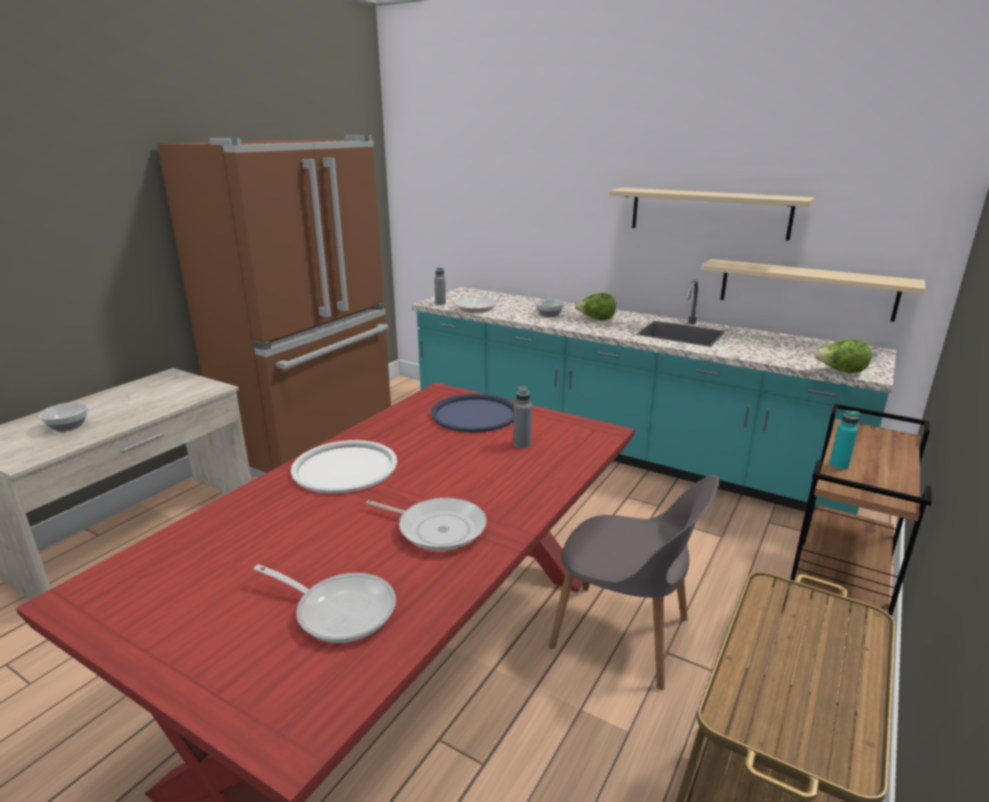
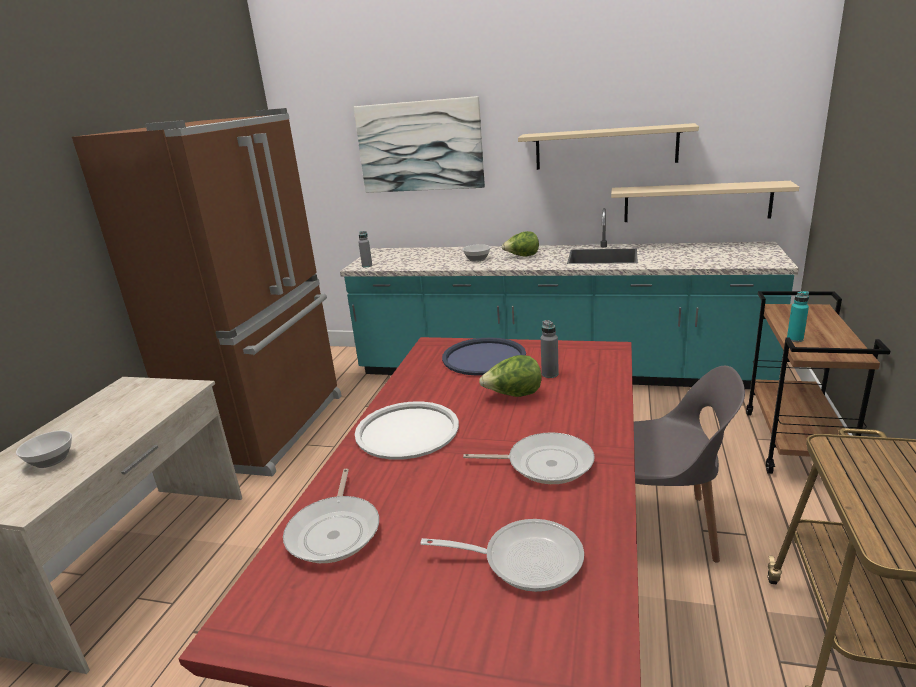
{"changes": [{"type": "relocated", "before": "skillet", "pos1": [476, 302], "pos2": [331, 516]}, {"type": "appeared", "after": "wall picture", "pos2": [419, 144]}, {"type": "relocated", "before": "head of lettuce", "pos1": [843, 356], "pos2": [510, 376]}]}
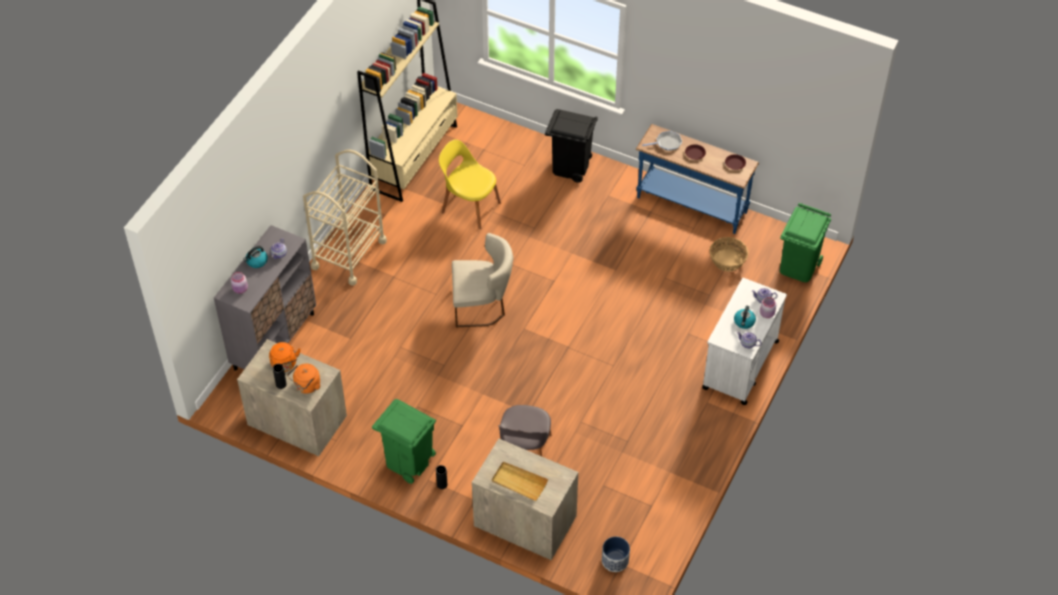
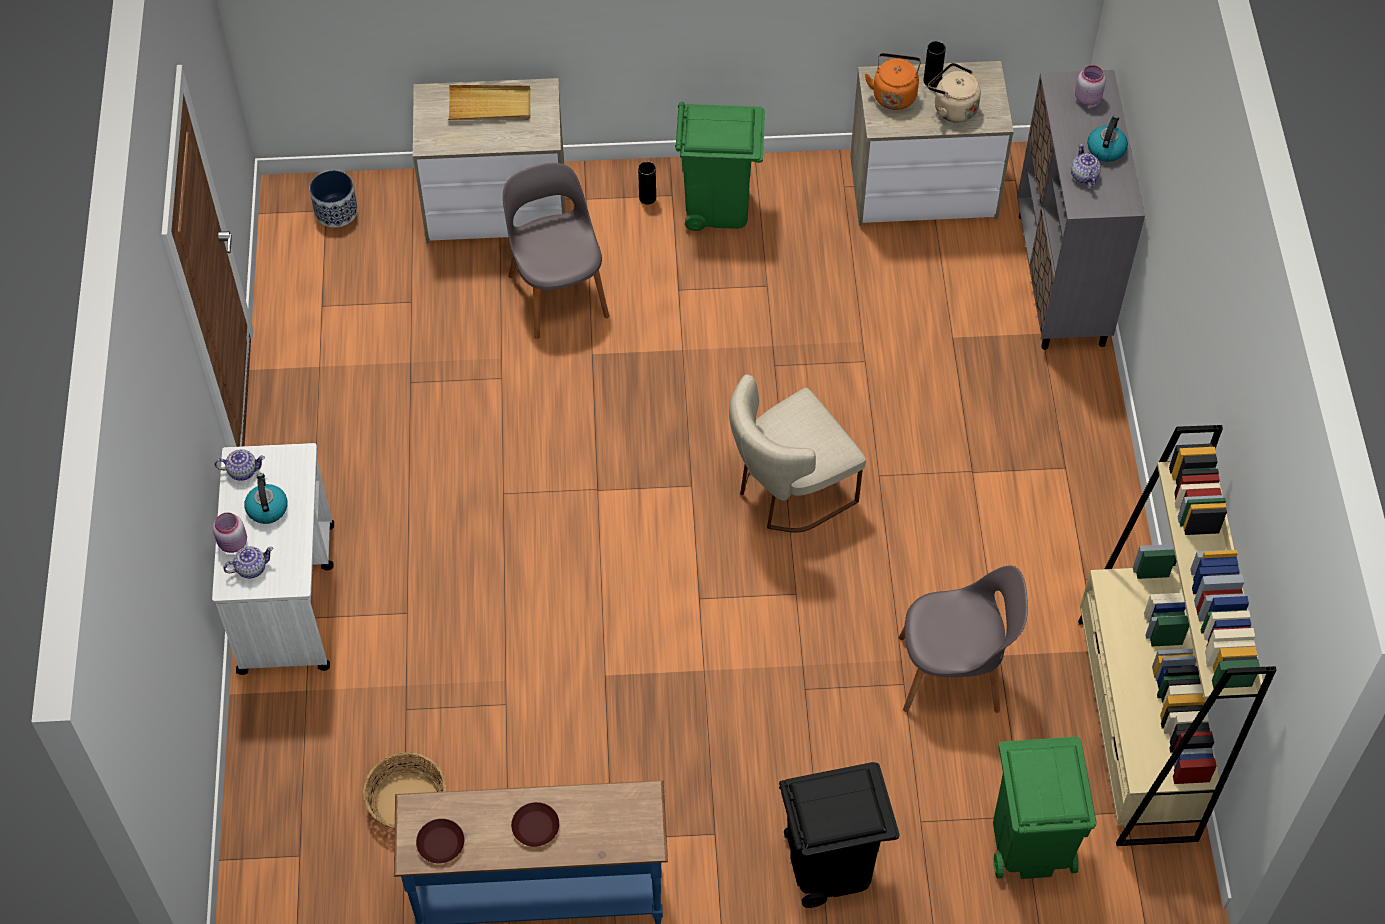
{"changes": [{"type": "colour", "before": "plain chair (yellow)", "after": "plain chair (gray)", "pos1": [470, 184], "pos2": [963, 639]}, {"type": "colour", "before": "tea kettle (orange)", "after": "tea kettle (beige)", "pos1": [284, 357], "pos2": [954, 92]}, {"type": "relocated", "before": "trash can (green-coloured)", "pos1": [805, 242], "pos2": [1044, 808]}, {"type": "missing", "before": "wheeled cart (beige)", "pos1": [345, 218]}, {"type": "missing", "before": "skillet", "pos1": [662, 141]}]}
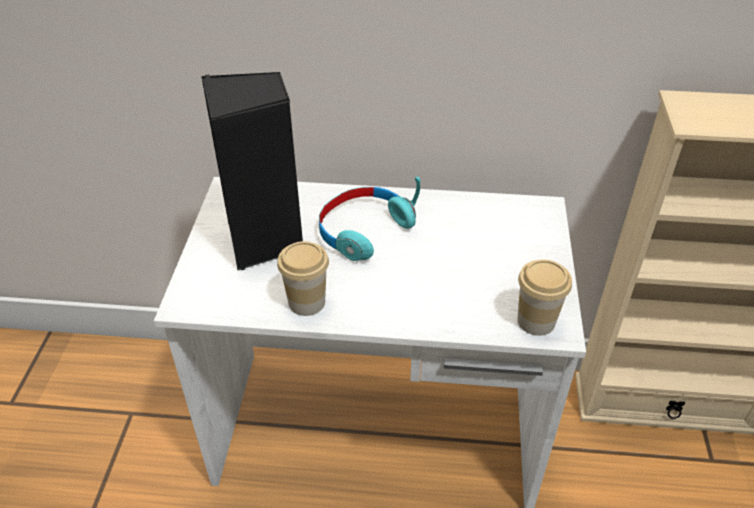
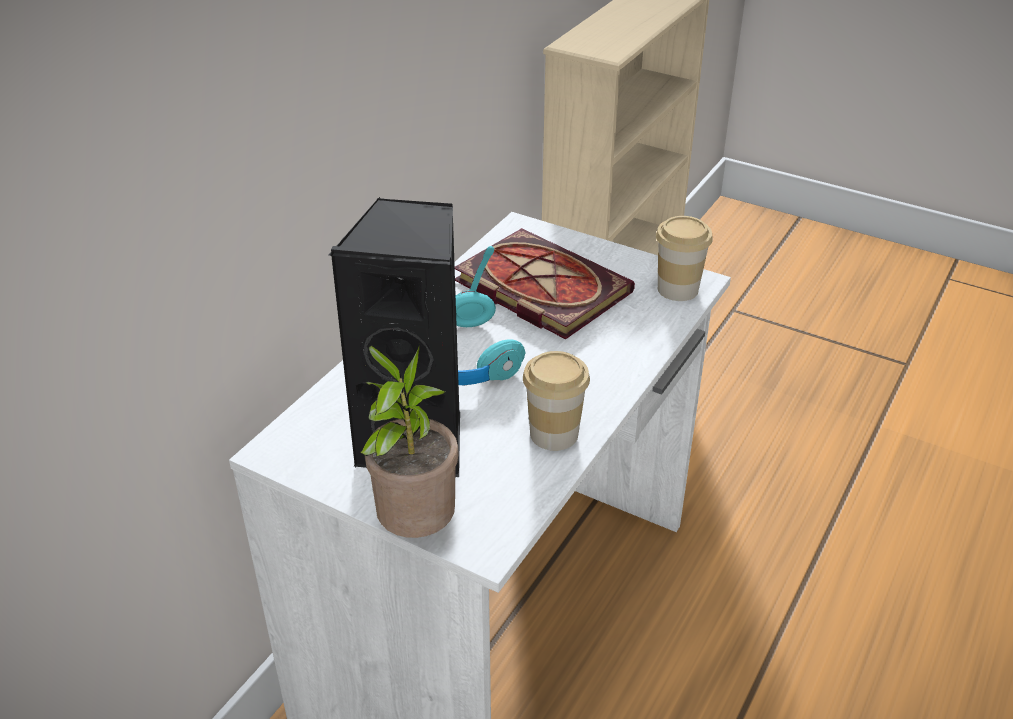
{"changes": [{"type": "appeared", "after": "plant in a pot", "pos2": [409, 441]}, {"type": "appeared", "after": "bound book", "pos2": [545, 283]}]}
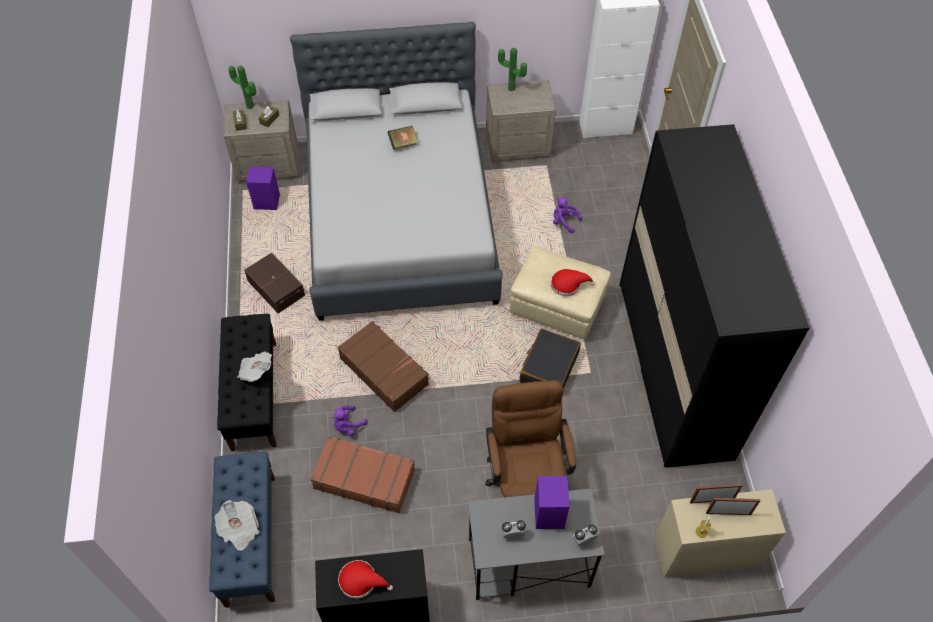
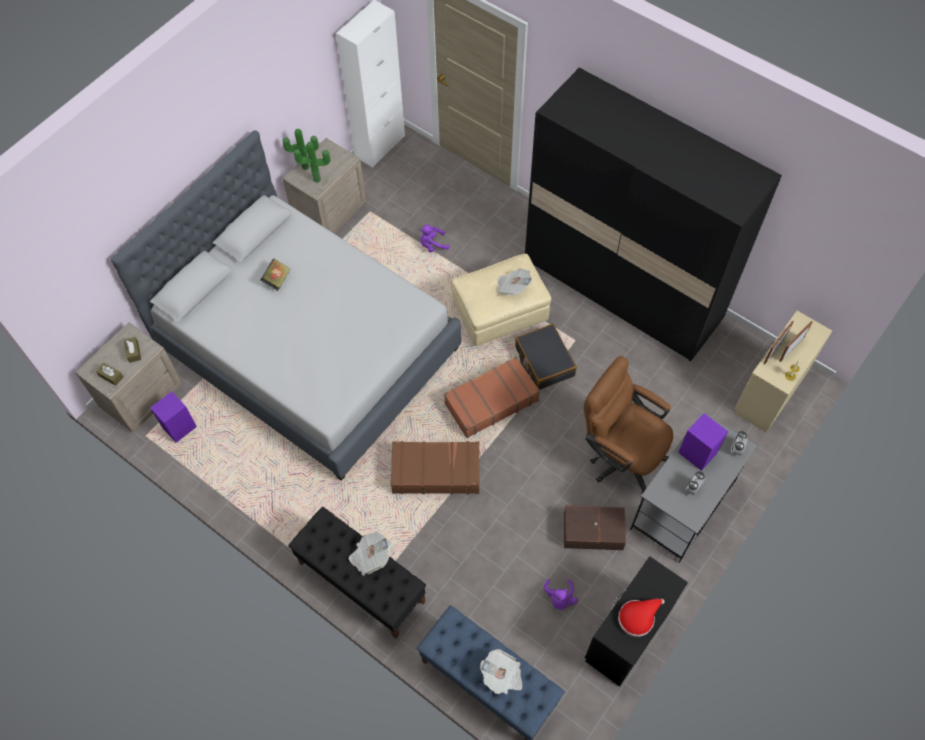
{"changes": [{"type": "relocated", "before": "plant in a pot", "pos1": [242, 87], "pos2": [312, 162]}, {"type": "relocated", "before": "travel case (brown-coloured)", "pos1": [362, 474], "pos2": [492, 397]}, {"type": "exchanged", "before": "clothing hat (reddish)", "after": "daily paper", "pos1": [573, 282], "pos2": [514, 282]}, {"type": "relocated", "before": "soft toy (purple-coloured)", "pos1": [350, 421], "pos2": [561, 594]}, {"type": "relocated", "before": "storage container (brown-coloured)", "pos1": [274, 283], "pos2": [595, 527]}]}
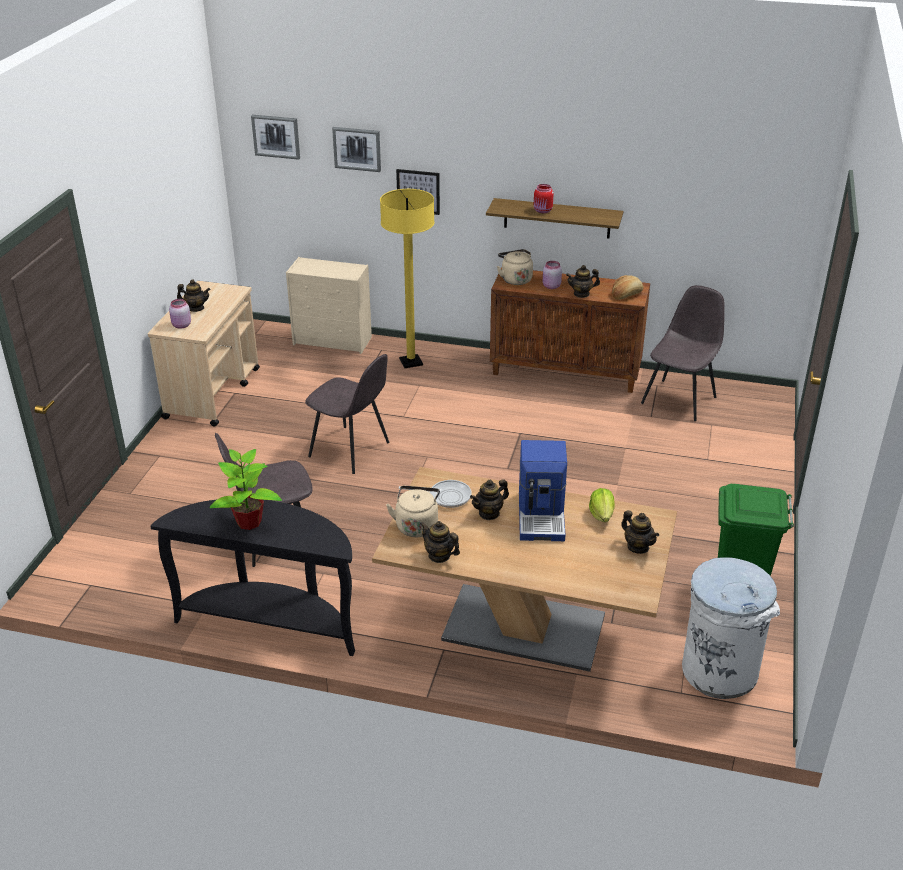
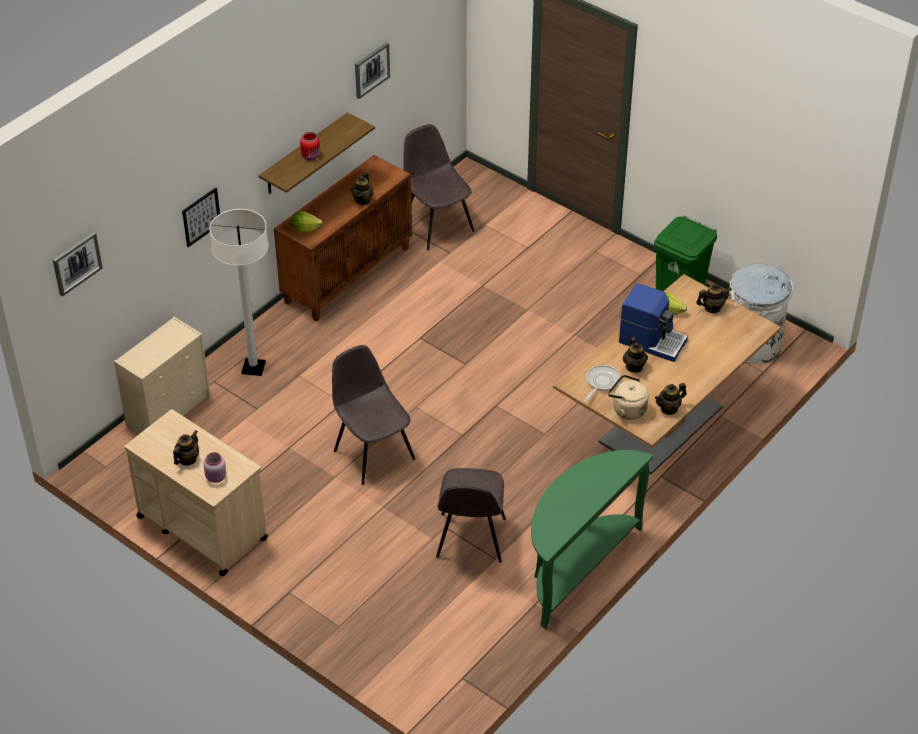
{"changes": [{"type": "colour", "before": "standing lamp (yellow)", "after": "standing lamp (white-coloured)", "pos1": [407, 278], "pos2": [238, 292]}, {"type": "exchanged", "before": "tea kettle (beige)", "after": "head of lettuce", "pos1": [515, 267], "pos2": [307, 222]}, {"type": "spun", "before": "plain chair (gray)", "pos1": [347, 414], "pos2": [373, 415], "turn": -90}, {"type": "relocated", "before": "wall picture", "pos1": [356, 149], "pos2": [372, 70]}, {"type": "colour", "before": "hall table (black)", "after": "hall table (green-coloured)", "pos1": [252, 578], "pos2": [592, 539]}, {"type": "missing", "before": "plant in a pot", "pos1": [246, 489]}, {"type": "missing", "before": "preserve jar (pink)", "pos1": [552, 275]}, {"type": "missing", "before": "bread", "pos1": [628, 287]}]}
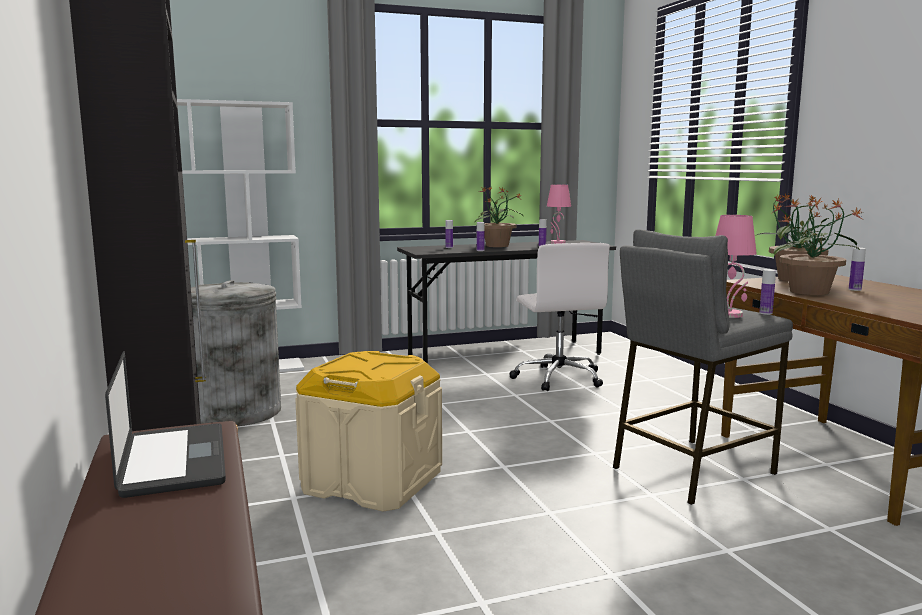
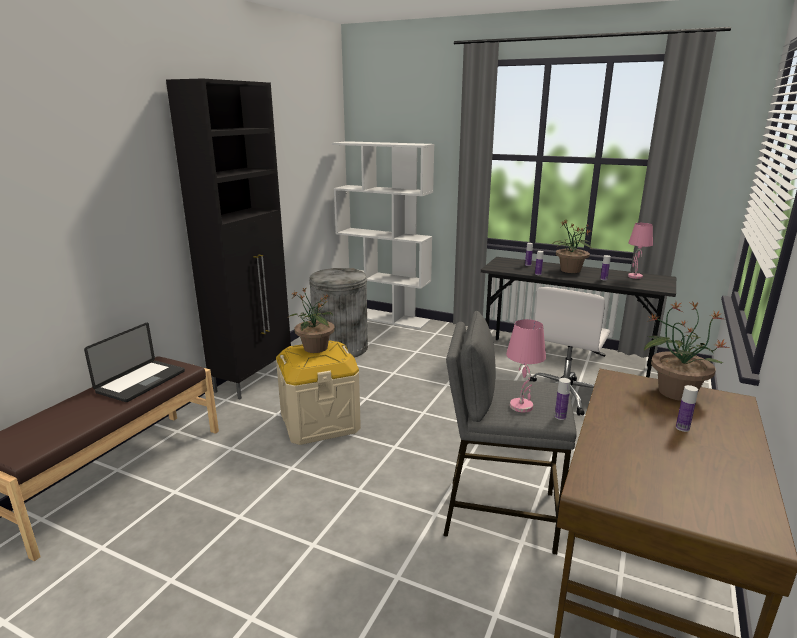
{"changes": [{"type": "relocated", "before": "plant in a pot", "pos1": [818, 246], "pos2": [311, 320]}]}
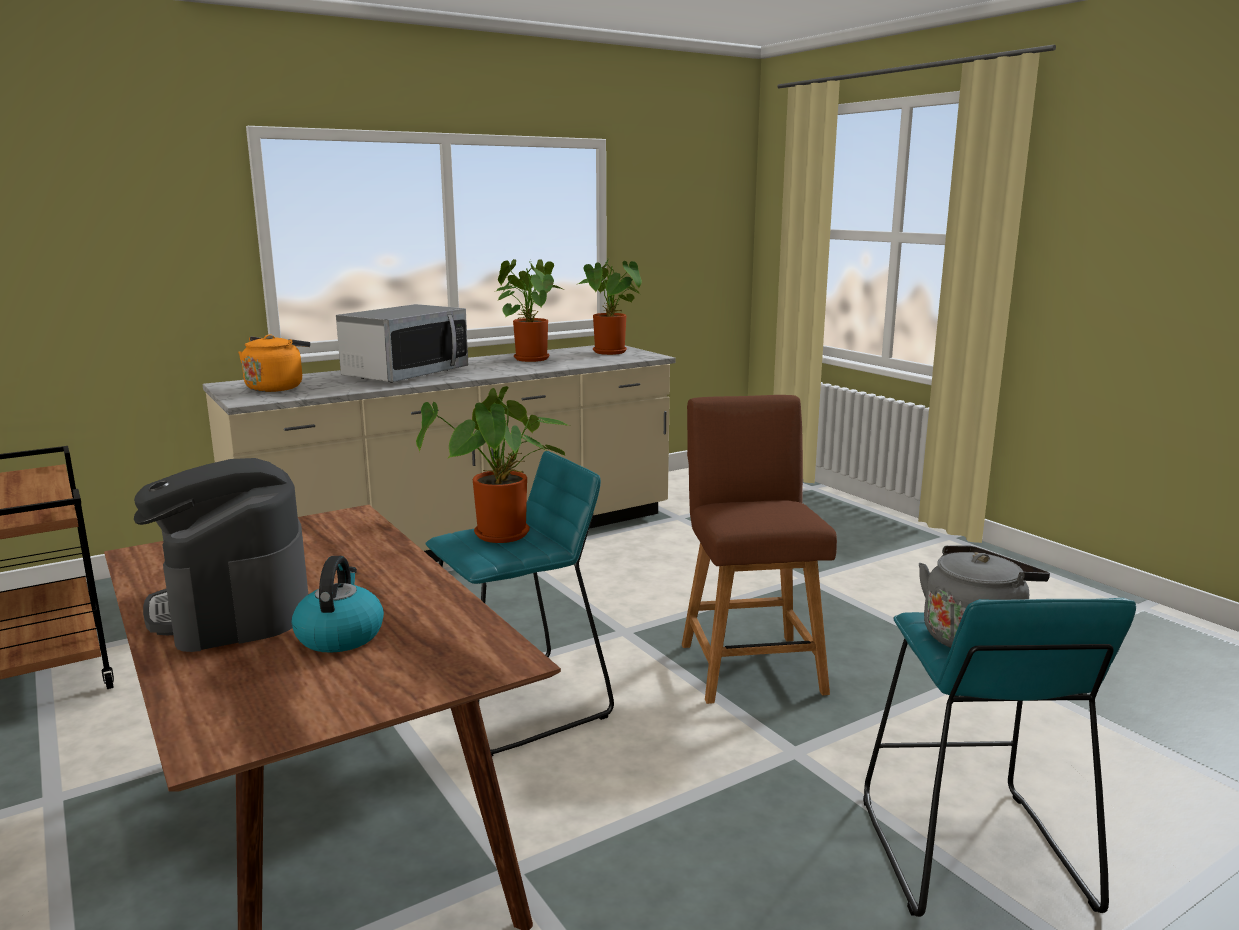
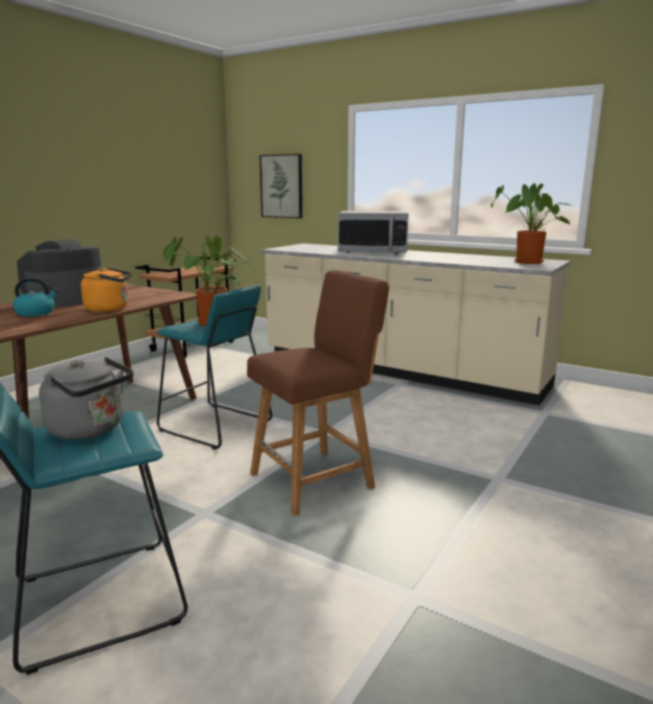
{"changes": [{"type": "relocated", "before": "tea kettle (orange)", "pos1": [274, 363], "pos2": [106, 290]}, {"type": "appeared", "after": "wall picture", "pos2": [281, 186]}, {"type": "missing", "before": "plant in a pot", "pos1": [529, 310]}]}
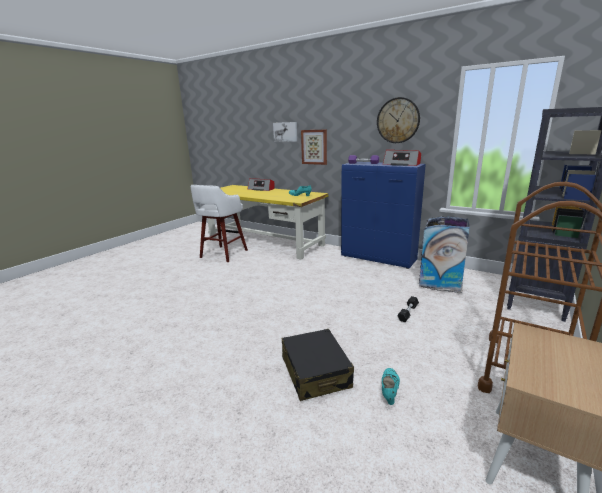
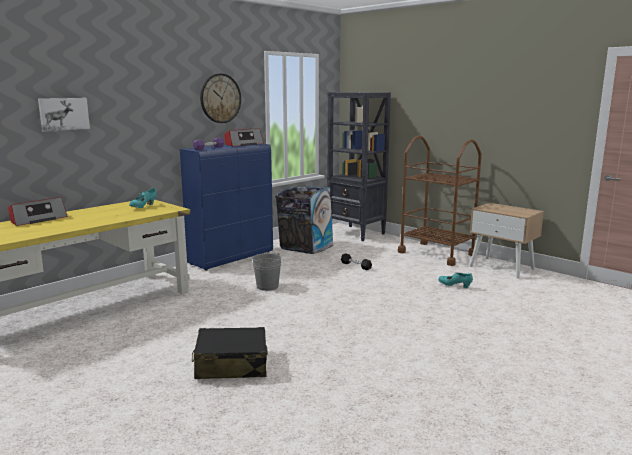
{"changes": [{"type": "relocated", "before": "travel case (black)", "pos1": [318, 365], "pos2": [230, 353]}, {"type": "appeared", "after": "pail (gray)", "pos2": [267, 272]}, {"type": "missing", "before": "stool (white-coloured)", "pos1": [219, 223]}, {"type": "missing", "before": "wall picture", "pos1": [314, 147]}]}
